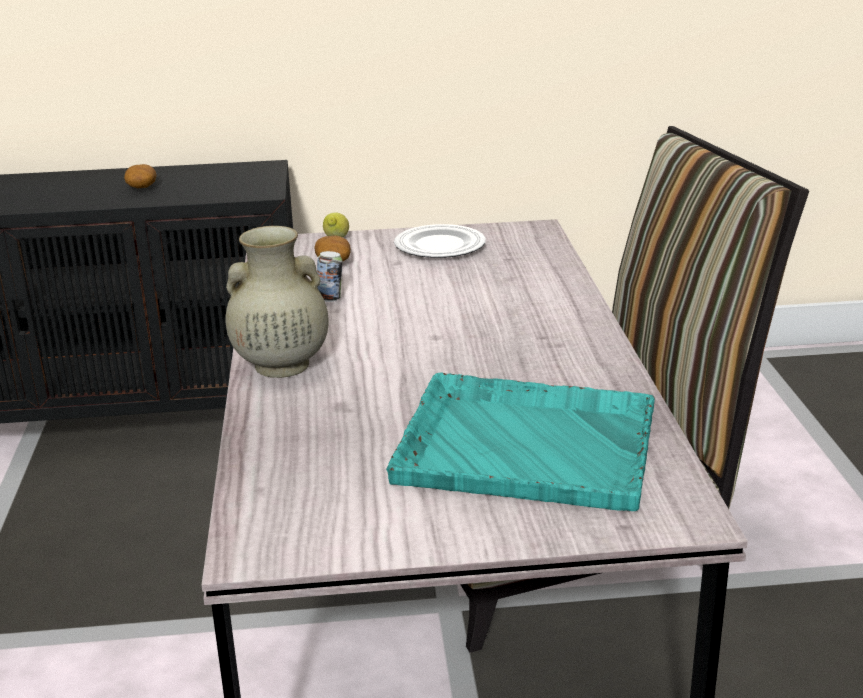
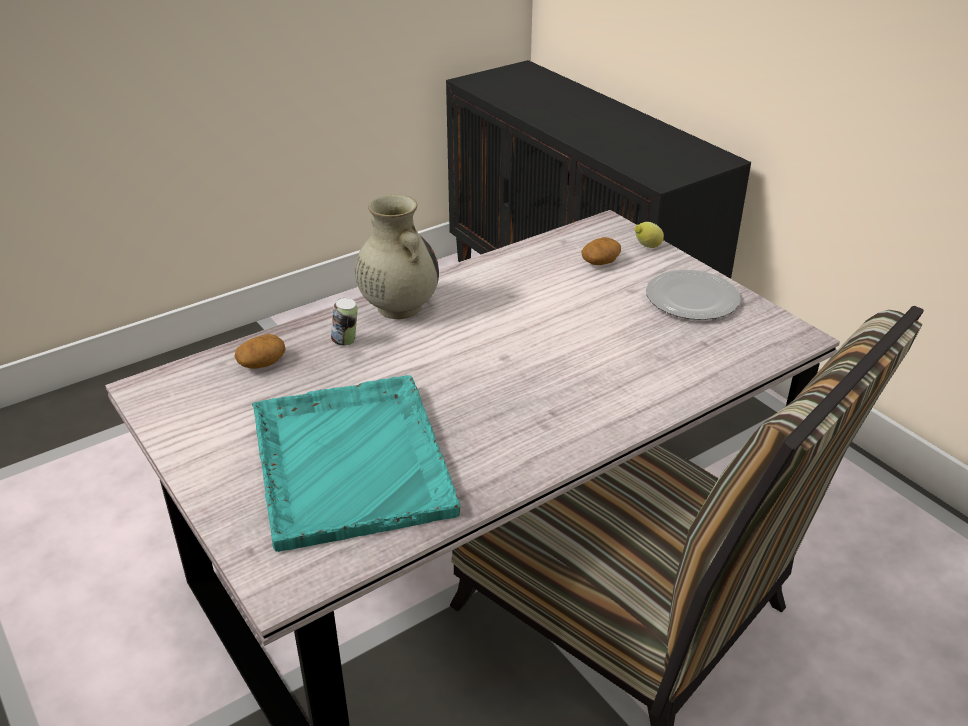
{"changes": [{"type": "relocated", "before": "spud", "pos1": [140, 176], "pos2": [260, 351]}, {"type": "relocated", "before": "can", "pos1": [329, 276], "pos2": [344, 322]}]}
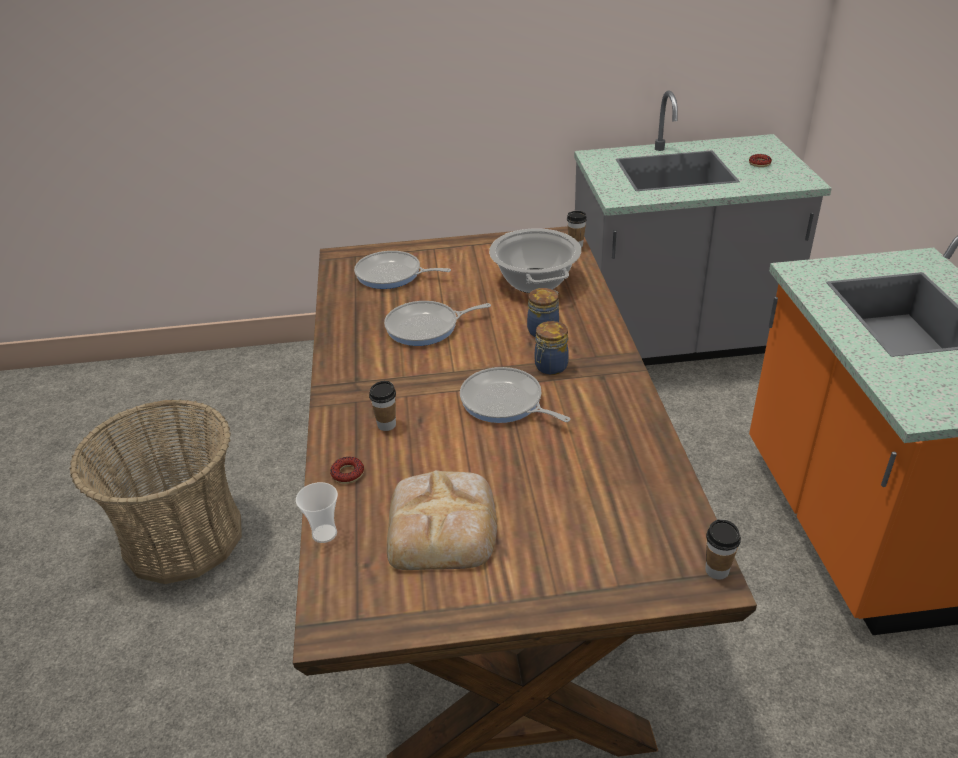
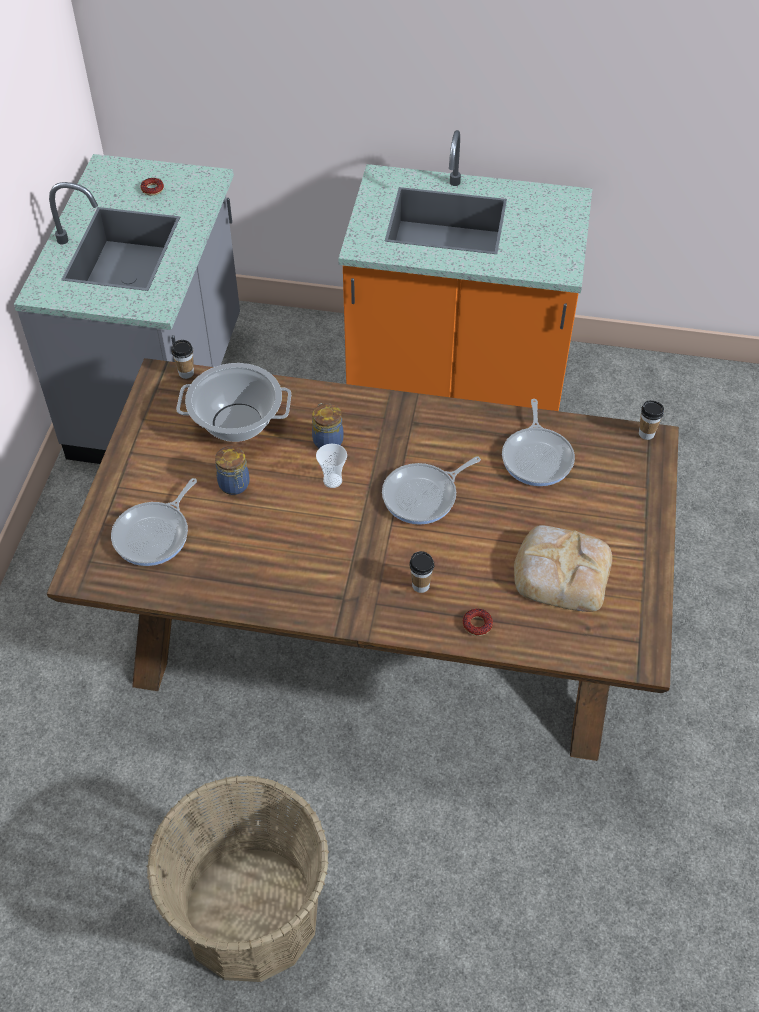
{"changes": [{"type": "relocated", "before": "preserve jar", "pos1": [552, 348], "pos2": [232, 470]}, {"type": "relocated", "before": "cup", "pos1": [317, 512], "pos2": [331, 466]}, {"type": "relocated", "before": "skillet", "pos1": [437, 323], "pos2": [538, 442]}]}
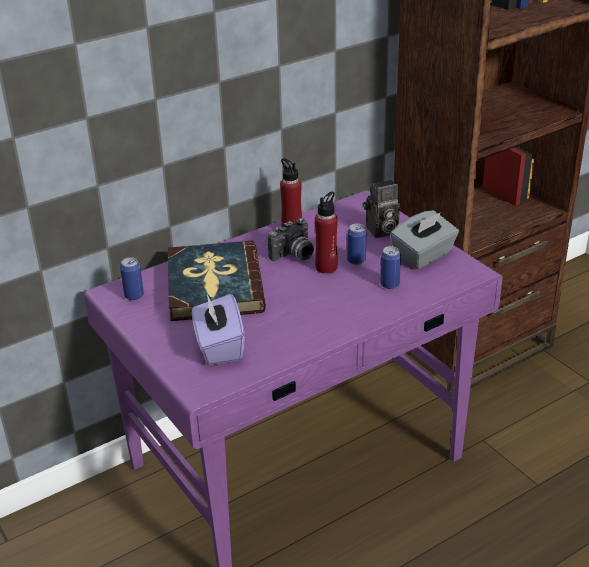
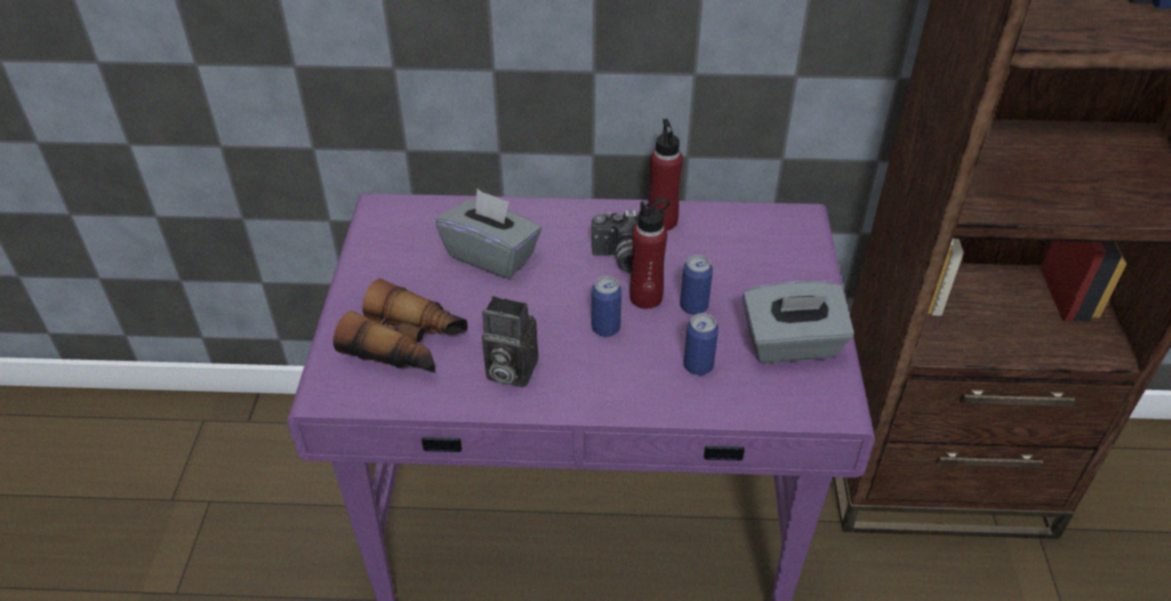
{"changes": [{"type": "exchanged", "before": "tissue holder (purple-coloured)", "after": "pair of binoculars", "pos1": [218, 329], "pos2": [400, 325]}, {"type": "exchanged", "before": "bound book", "after": "tissue holder (gray)", "pos1": [217, 281], "pos2": [488, 234]}, {"type": "relocated", "before": "still camera", "pos1": [381, 209], "pos2": [510, 342]}, {"type": "relocated", "before": "can", "pos1": [132, 278], "pos2": [606, 306]}]}
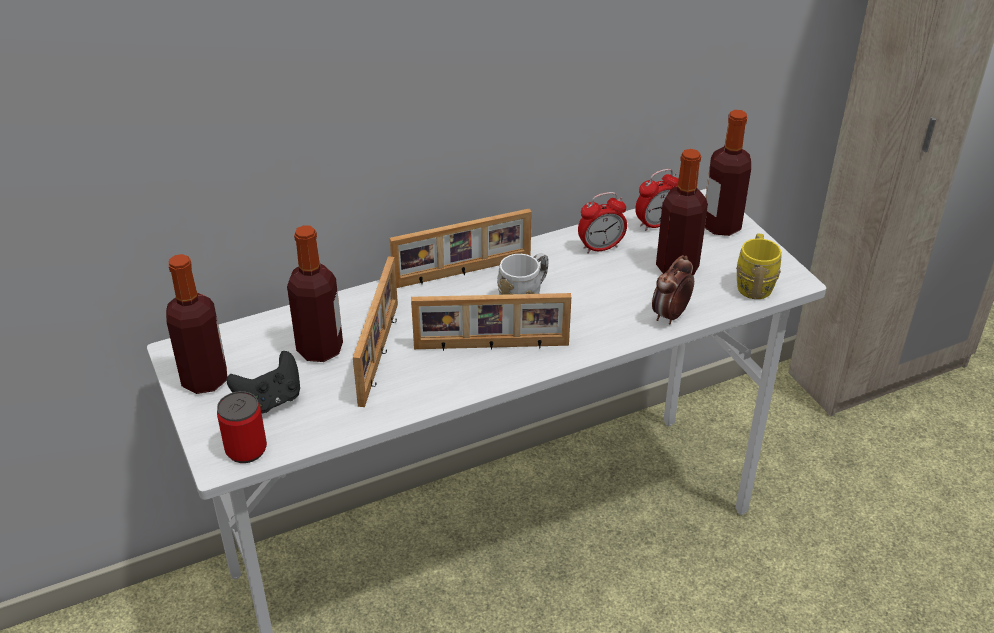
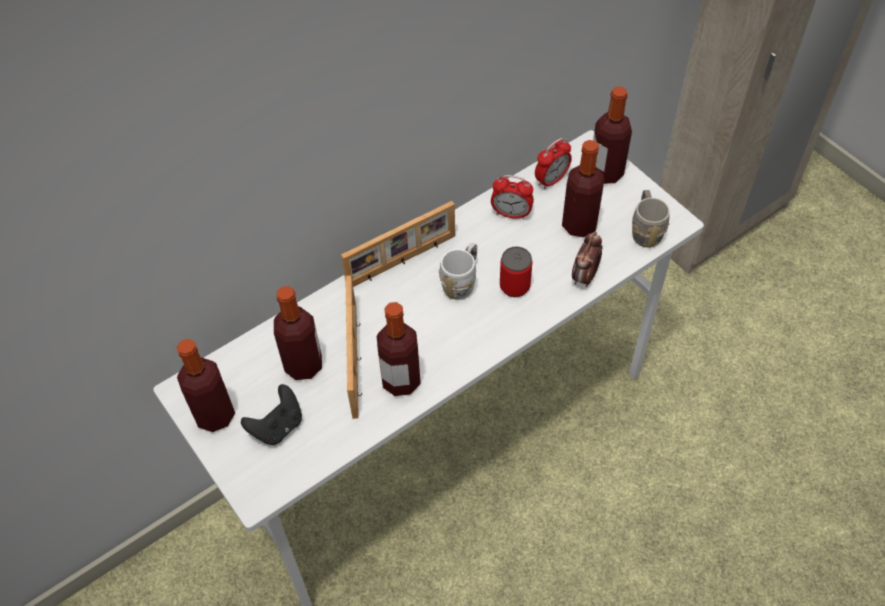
{"changes": [{"type": "appeared", "after": "bottle", "pos2": [399, 349]}, {"type": "spun", "before": "bedside clock", "pos1": [602, 223], "pos2": [512, 197], "turn": 45}, {"type": "relocated", "before": "can", "pos1": [242, 427], "pos2": [516, 271]}, {"type": "colour", "before": "mug (yellow)", "after": "mug (gray)", "pos1": [759, 266], "pos2": [651, 219]}, {"type": "missing", "before": "photo frame", "pos1": [491, 322]}]}
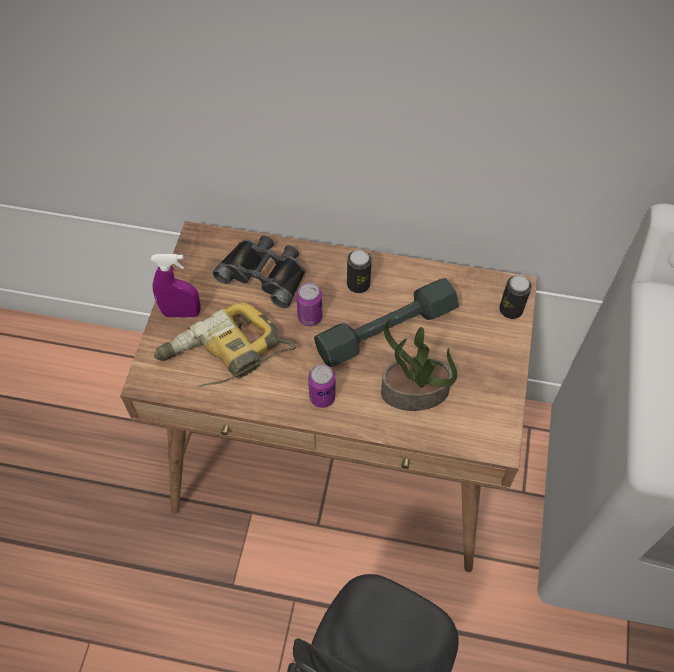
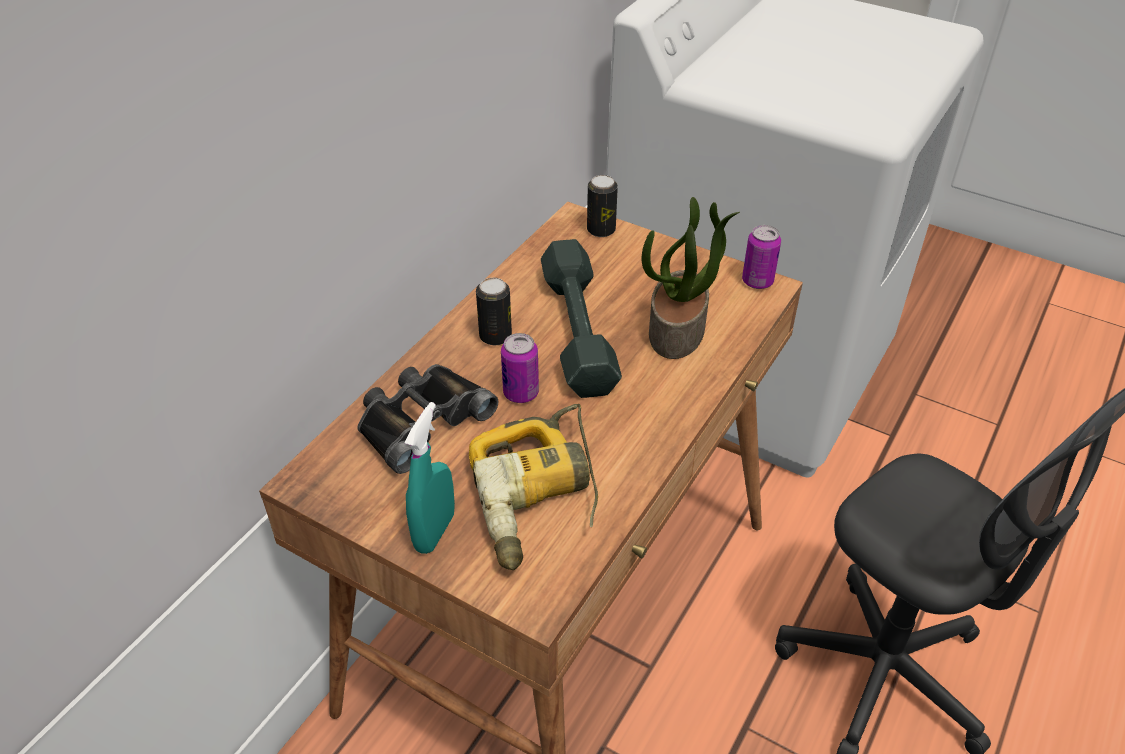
{"changes": [{"type": "colour", "before": "hand sprayer (purple-coloured)", "after": "hand sprayer (turquoise-coloured)", "pos1": [176, 286], "pos2": [429, 478]}, {"type": "relocated", "before": "can", "pos1": [321, 386], "pos2": [761, 257]}]}
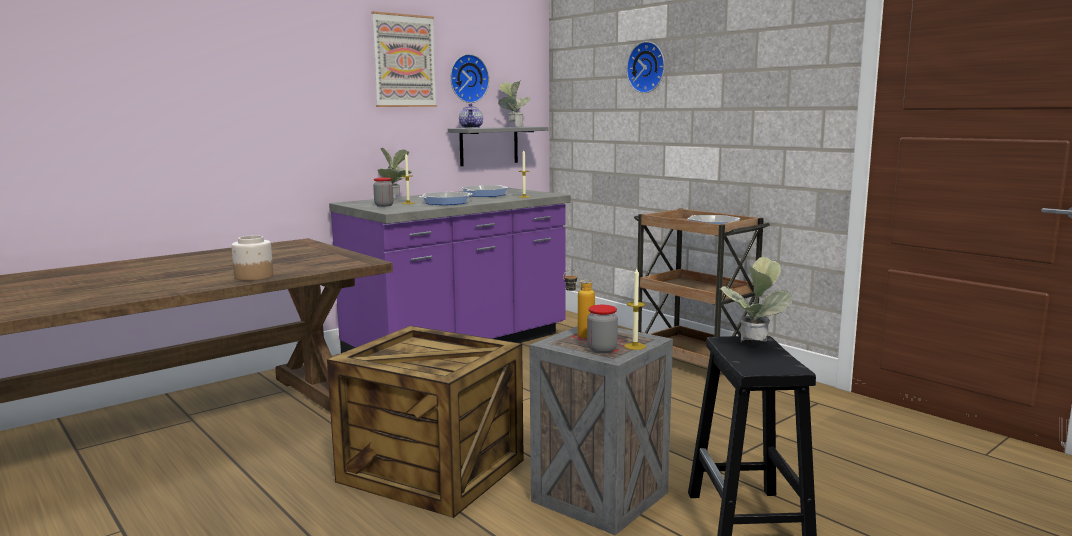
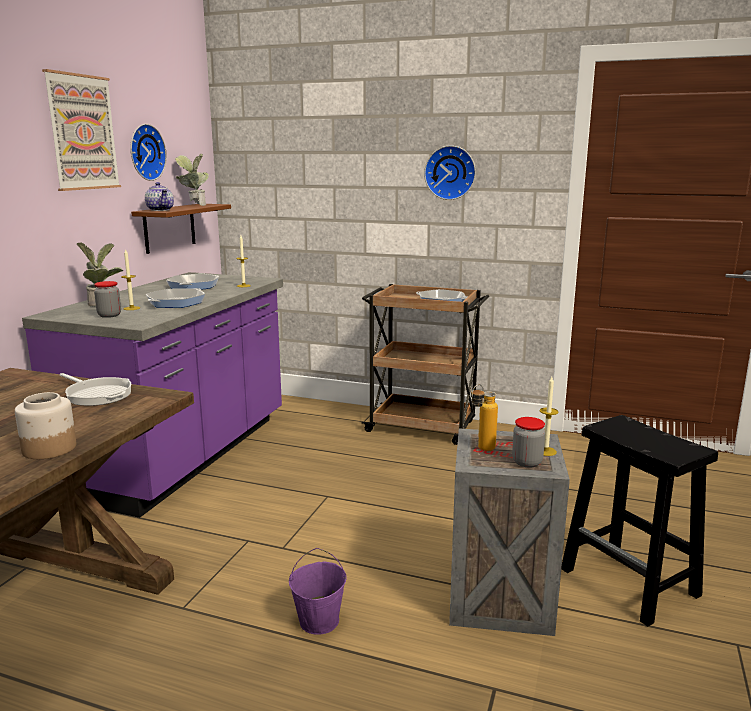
{"changes": [{"type": "appeared", "after": "skillet", "pos2": [95, 389]}, {"type": "colour", "before": "bracket shelf (gray)", "after": "bracket shelf (brown-coloured)", "pos1": [498, 146], "pos2": [181, 229]}, {"type": "exchanged", "before": "packing crate", "after": "pail (purple-coloured)", "pos1": [425, 422], "pos2": [318, 591]}, {"type": "relocated", "before": "hanging clock", "pos1": [645, 67], "pos2": [450, 172]}, {"type": "missing", "before": "plant in a pot", "pos1": [756, 299]}]}
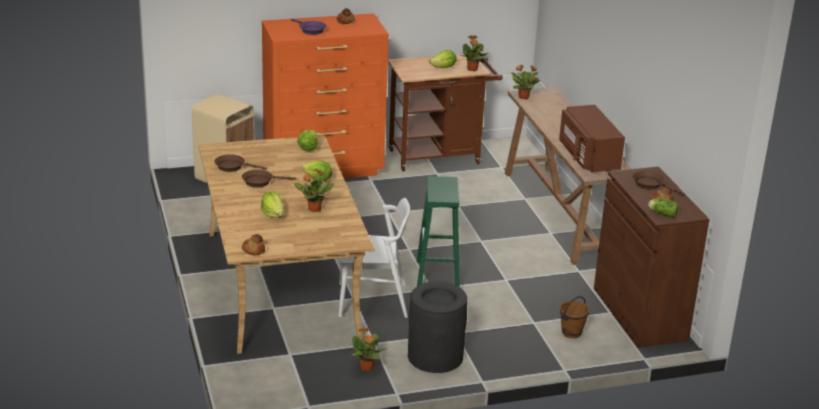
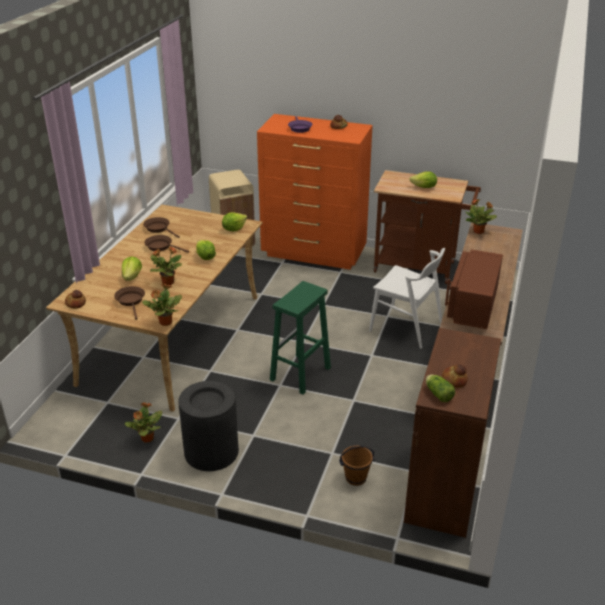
{"changes": [{"type": "relocated", "before": "skillet (brown-coloured)", "pos1": [659, 183], "pos2": [129, 303]}, {"type": "relocated", "before": "plant in a pot", "pos1": [474, 53], "pos2": [162, 304]}, {"type": "relocated", "before": "plain chair (white-coloured)", "pos1": [374, 258], "pos2": [407, 298]}]}
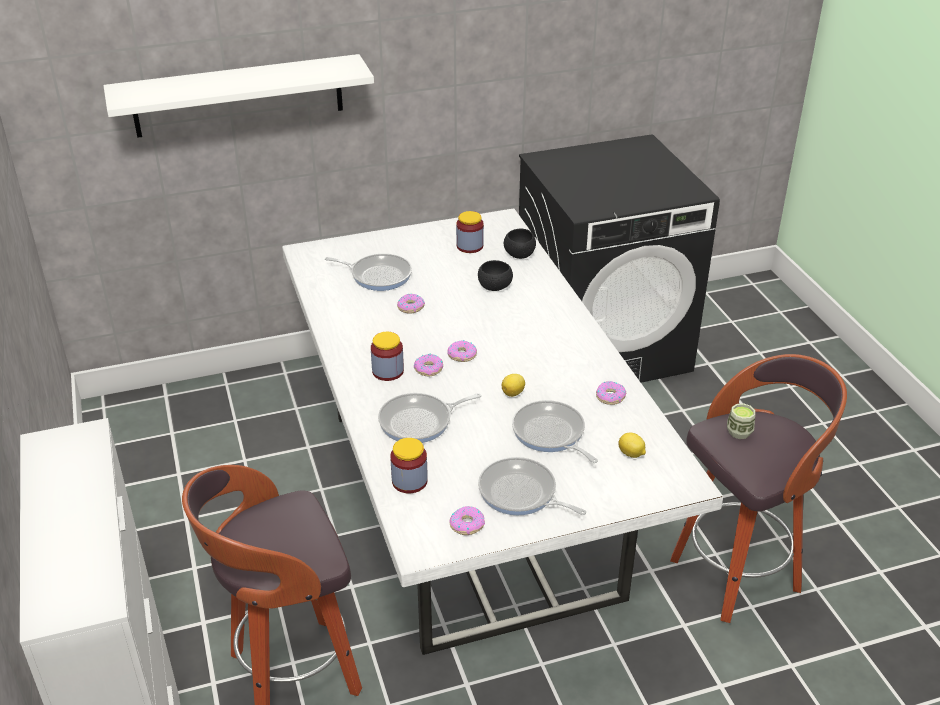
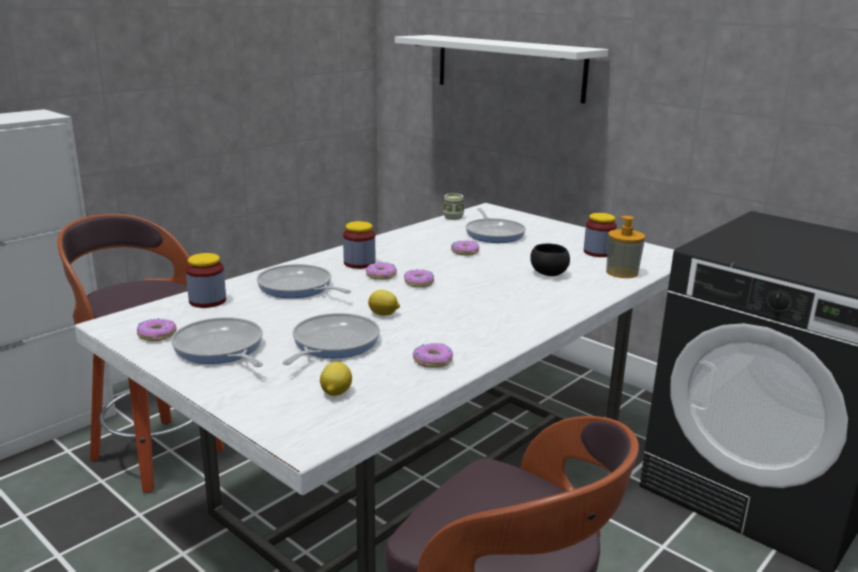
{"changes": [{"type": "spun", "before": "skillet", "pos1": [532, 486], "pos2": [217, 342], "turn": -45}, {"type": "relocated", "before": "cup", "pos1": [741, 421], "pos2": [453, 206]}, {"type": "exchanged", "before": "deep dish (black)", "after": "soap bottle", "pos1": [520, 244], "pos2": [625, 247]}]}
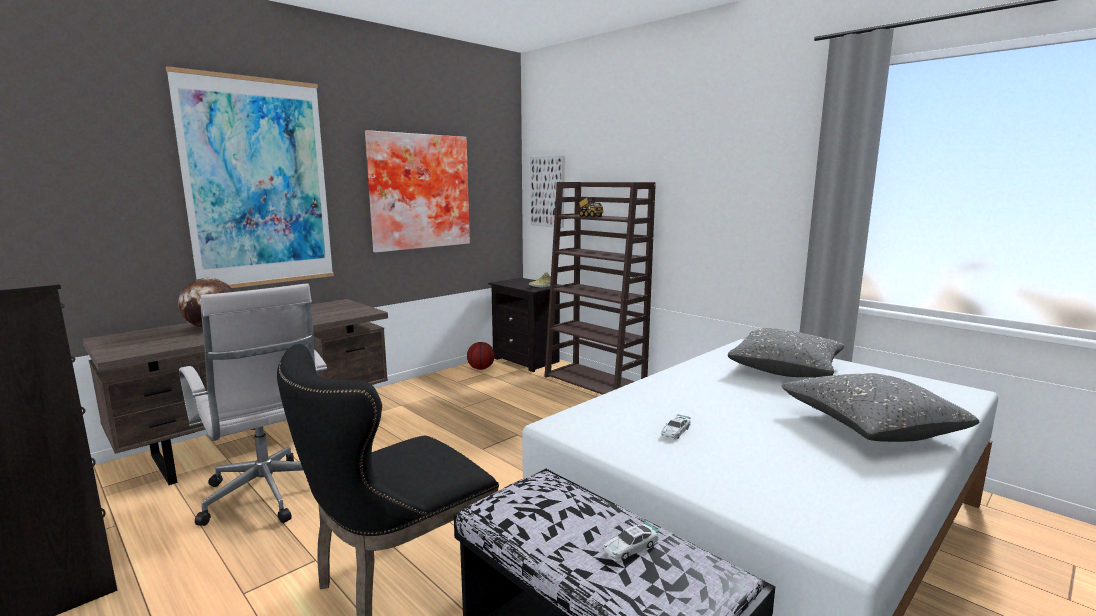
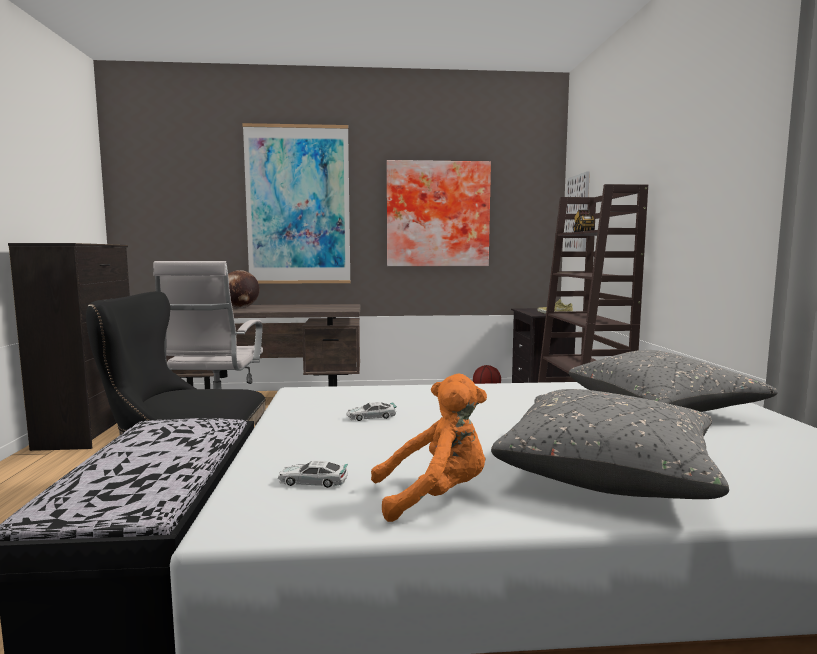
{"changes": [{"type": "relocated", "before": "toy car", "pos1": [630, 541], "pos2": [313, 474]}, {"type": "appeared", "after": "soft toy (orange)", "pos2": [429, 448]}]}
